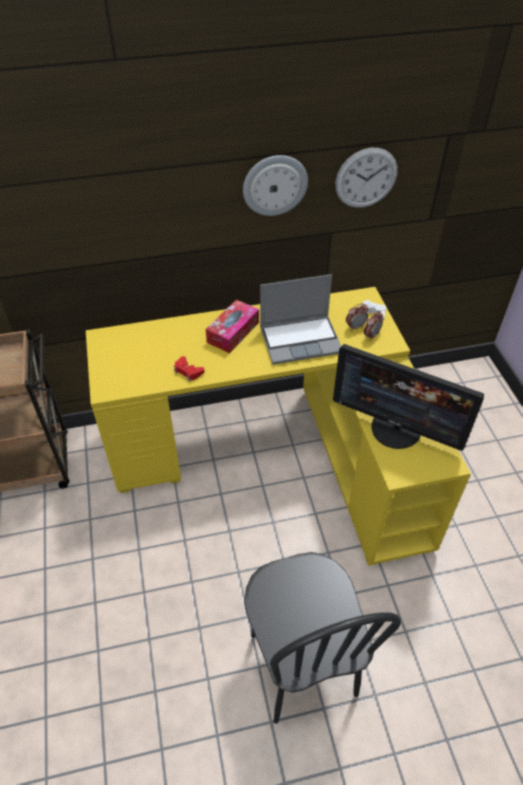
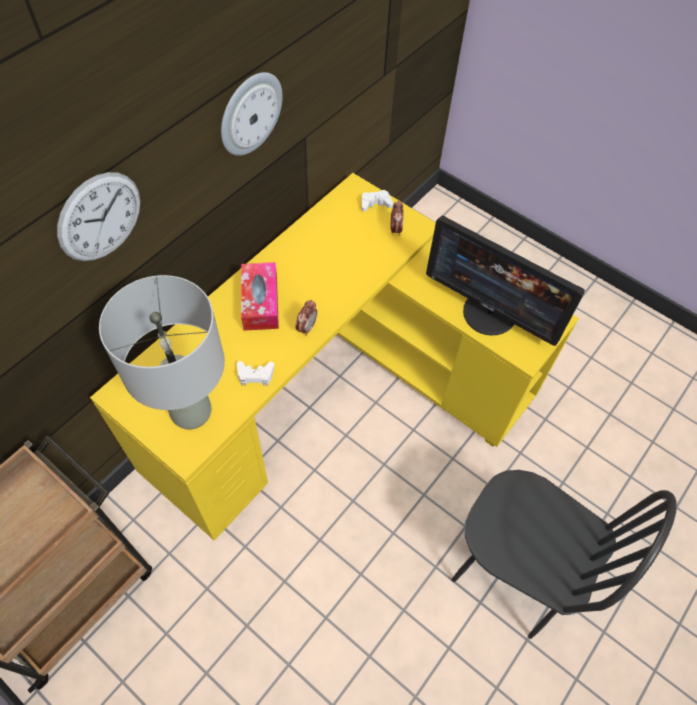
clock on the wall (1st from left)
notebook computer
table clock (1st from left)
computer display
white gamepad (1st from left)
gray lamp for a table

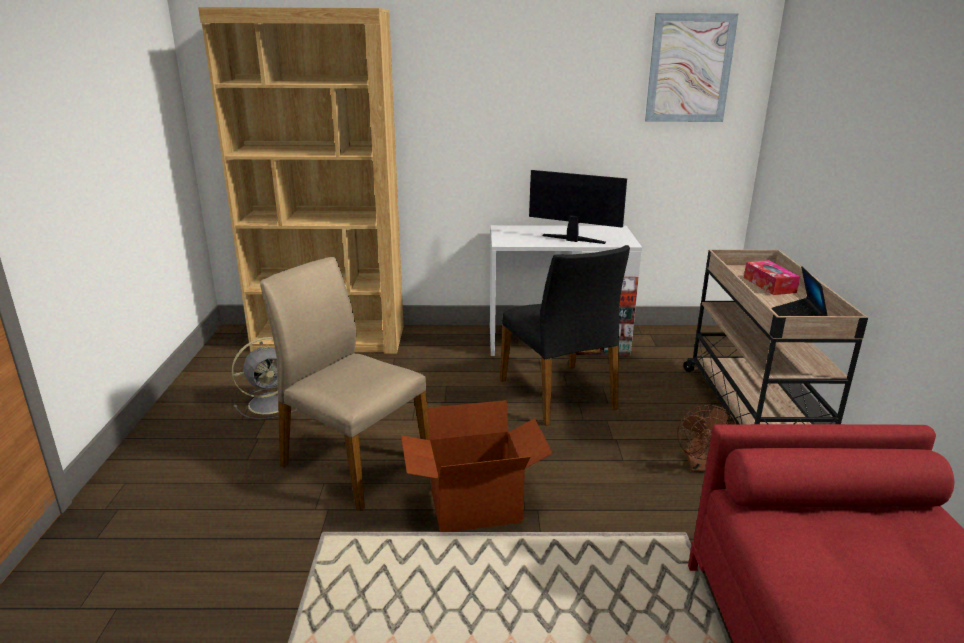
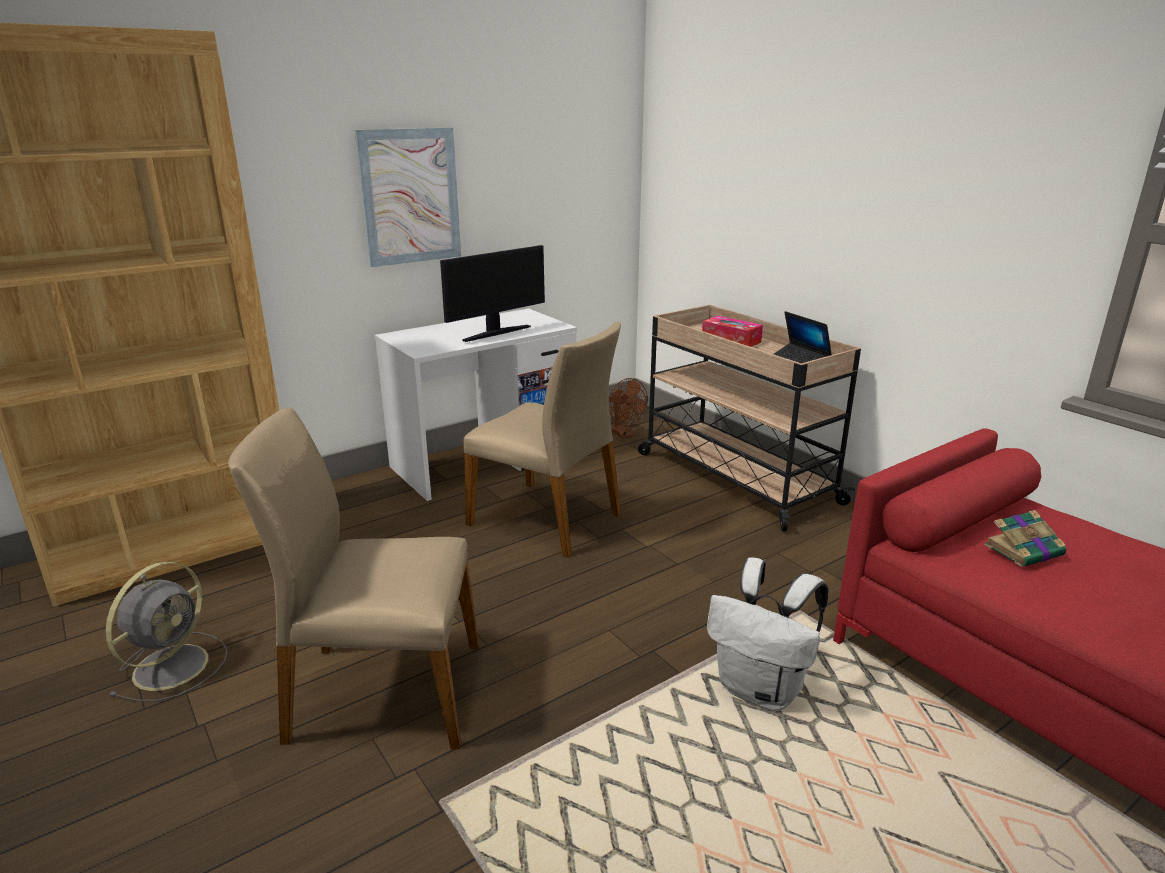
picture
computer display
sand-coloured plain chair (2nd from left)
cardboard box
brownish cooling fan
bound book
white backpack

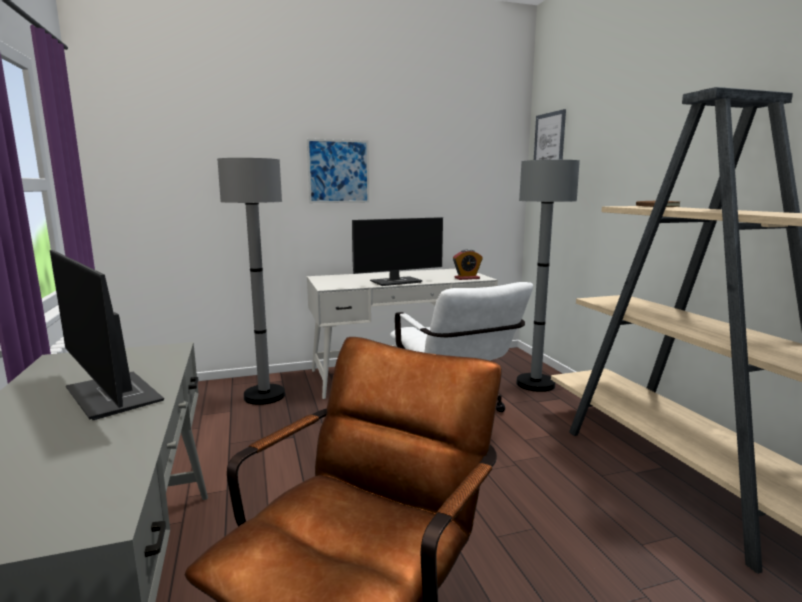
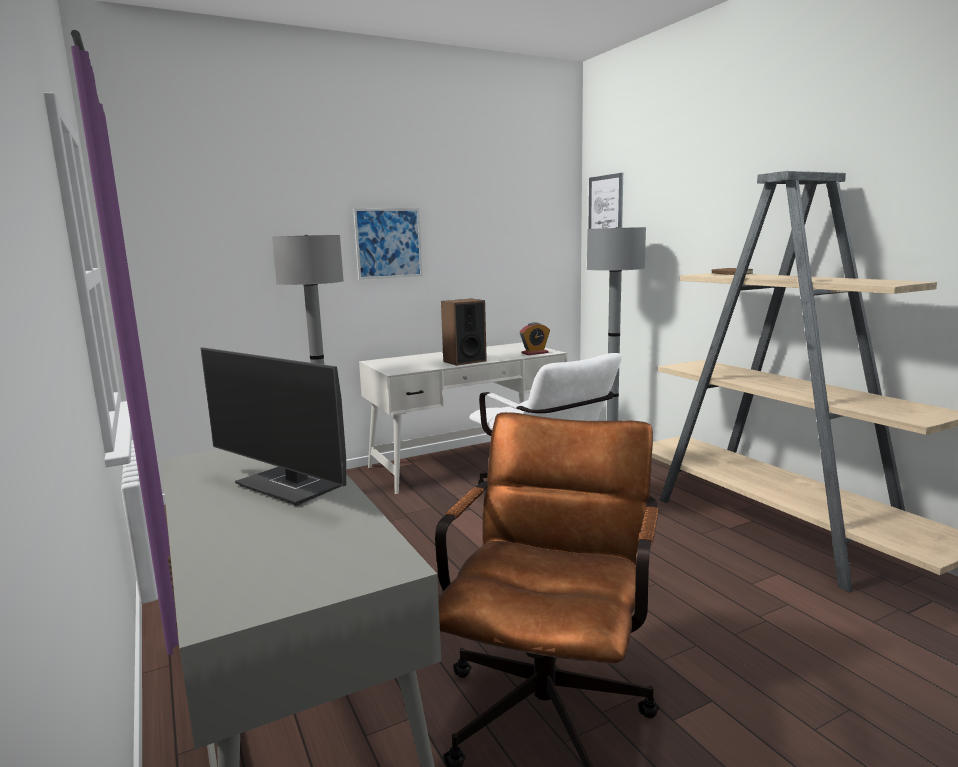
audio speaker

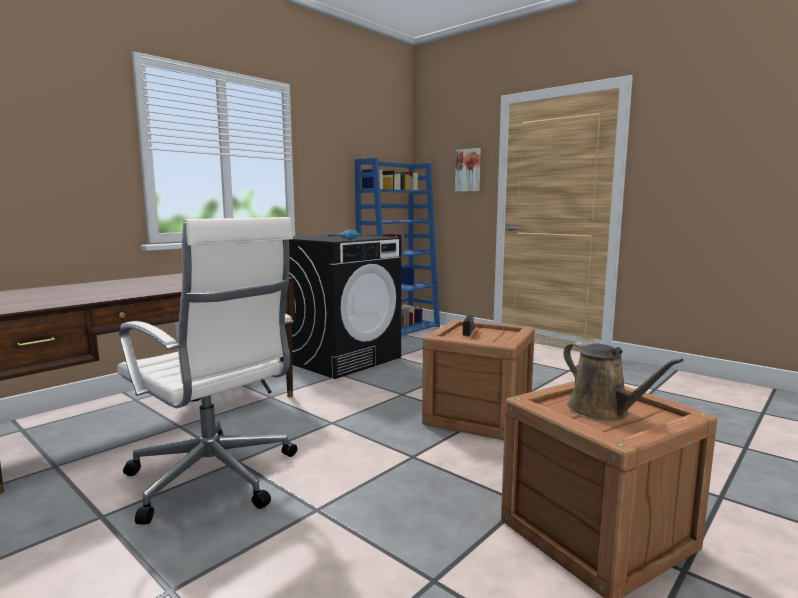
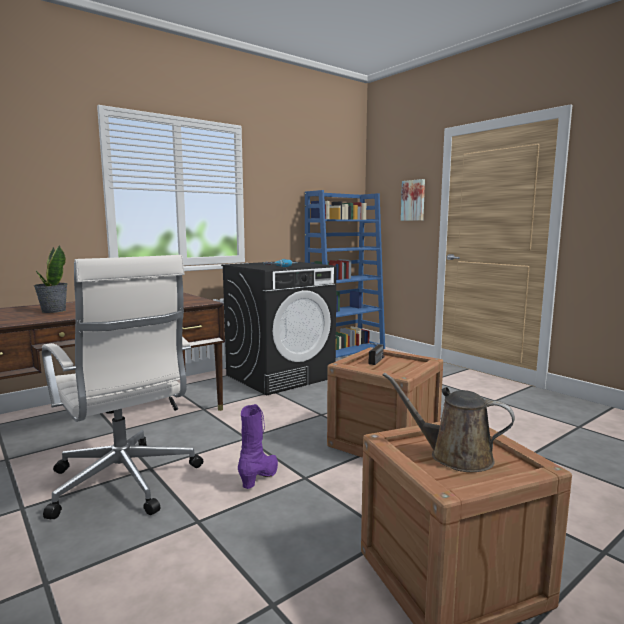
brownish watering can
houseplant
purple-coloured high-top boot

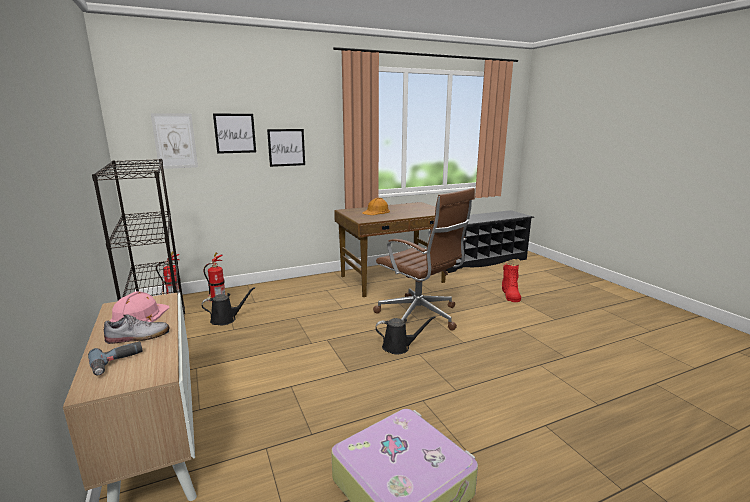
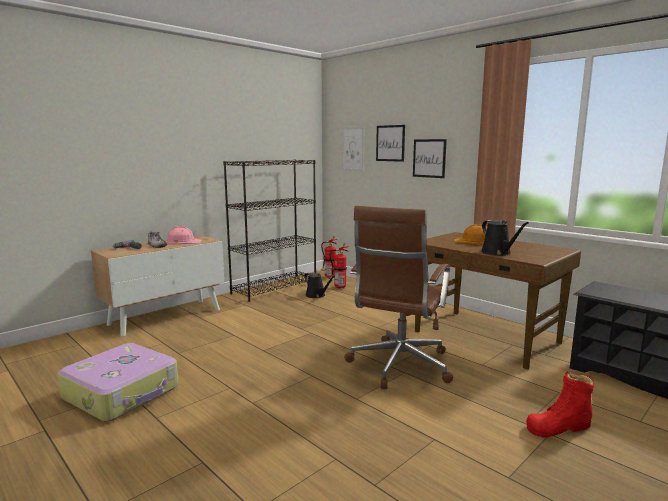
black-coloured watering can (2nd from left)

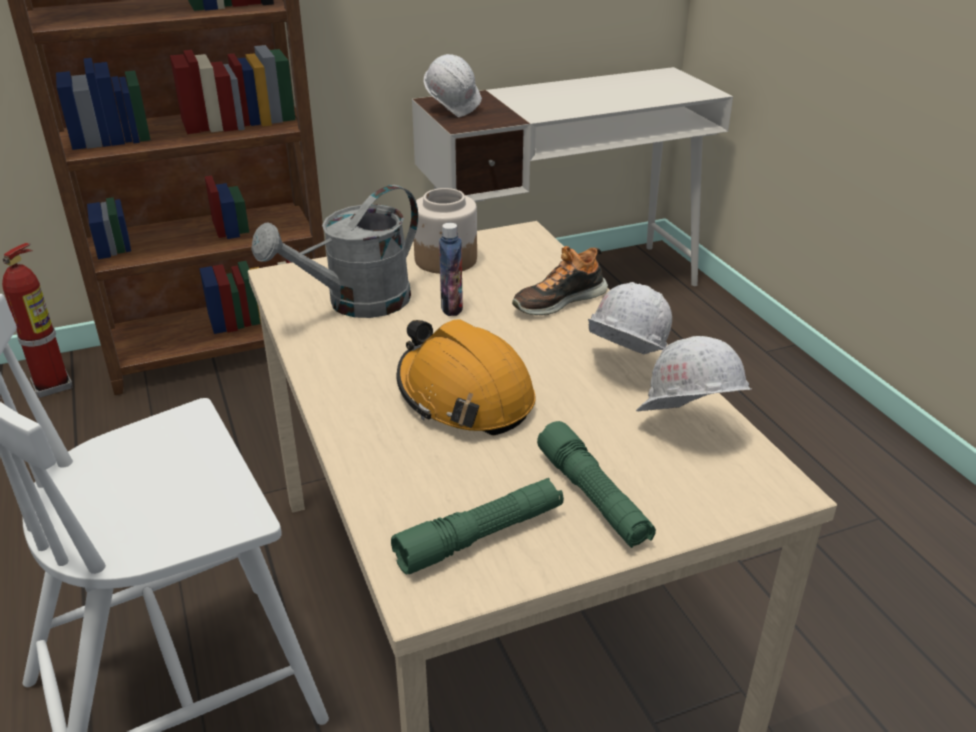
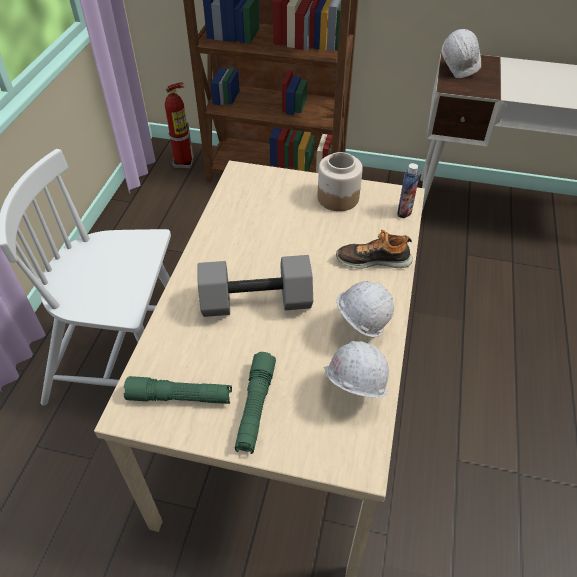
gray watering can
drink bottle
gray hand weight

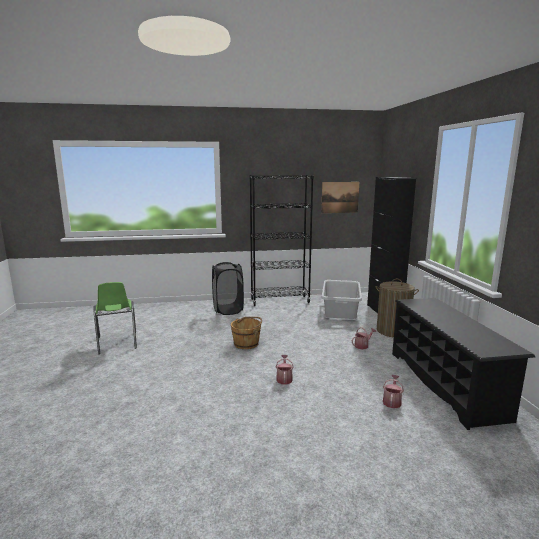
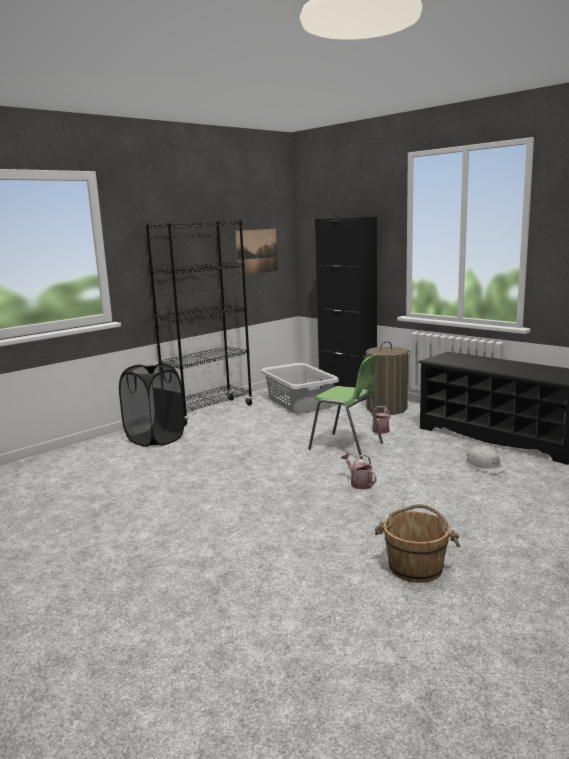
greenish plain chair
brownish bucket
white safety helmet

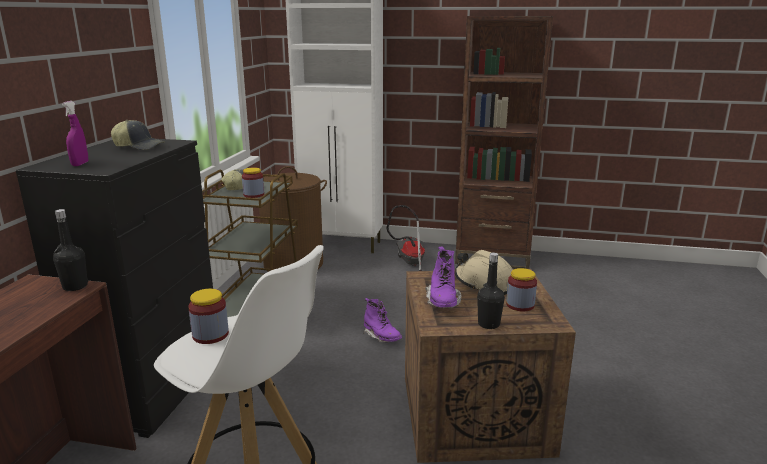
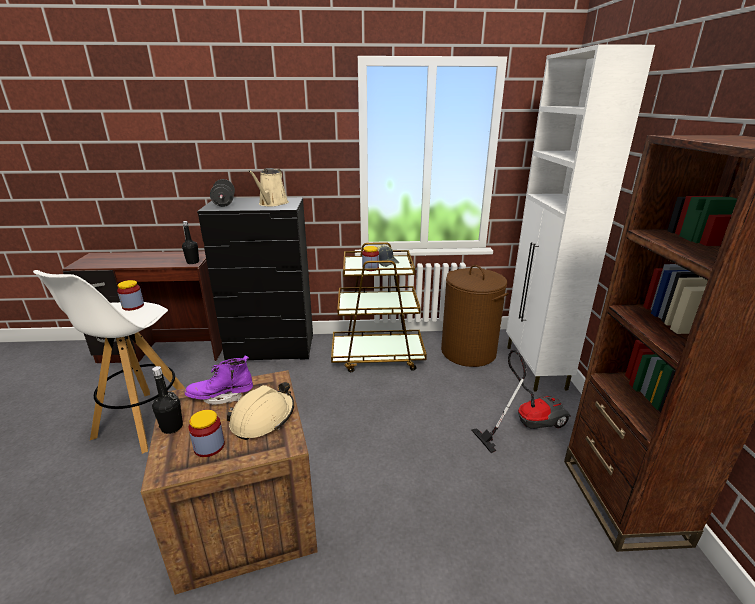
black-coloured hand weight
sand-coloured watering can
purple-coloured high-top boot (1st from left in the first image)

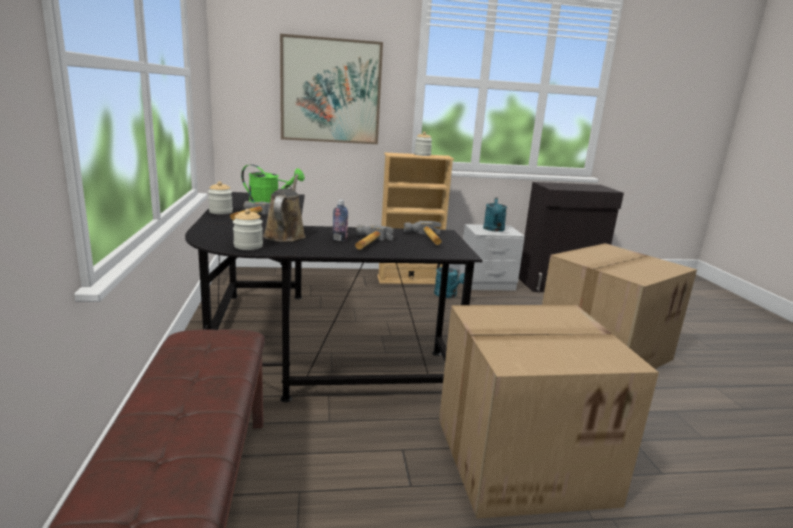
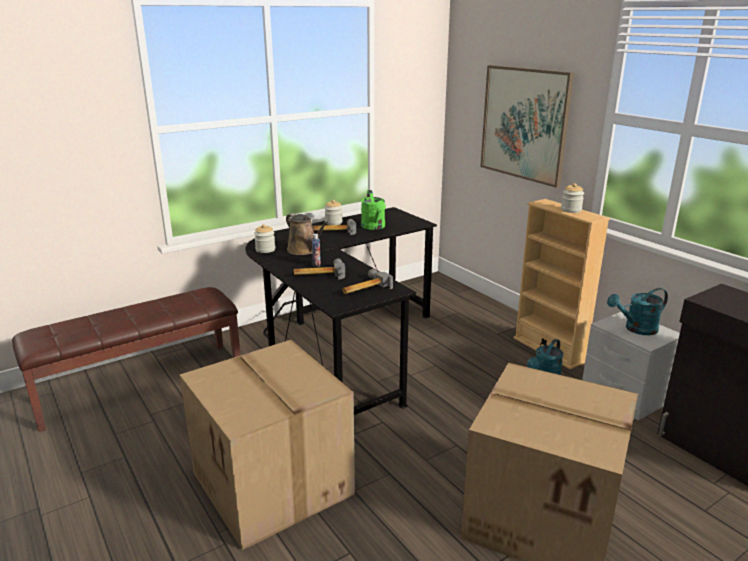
brownish watering can

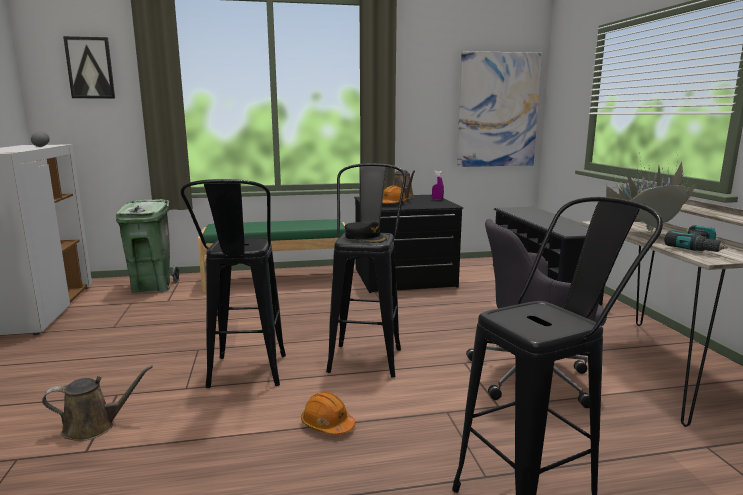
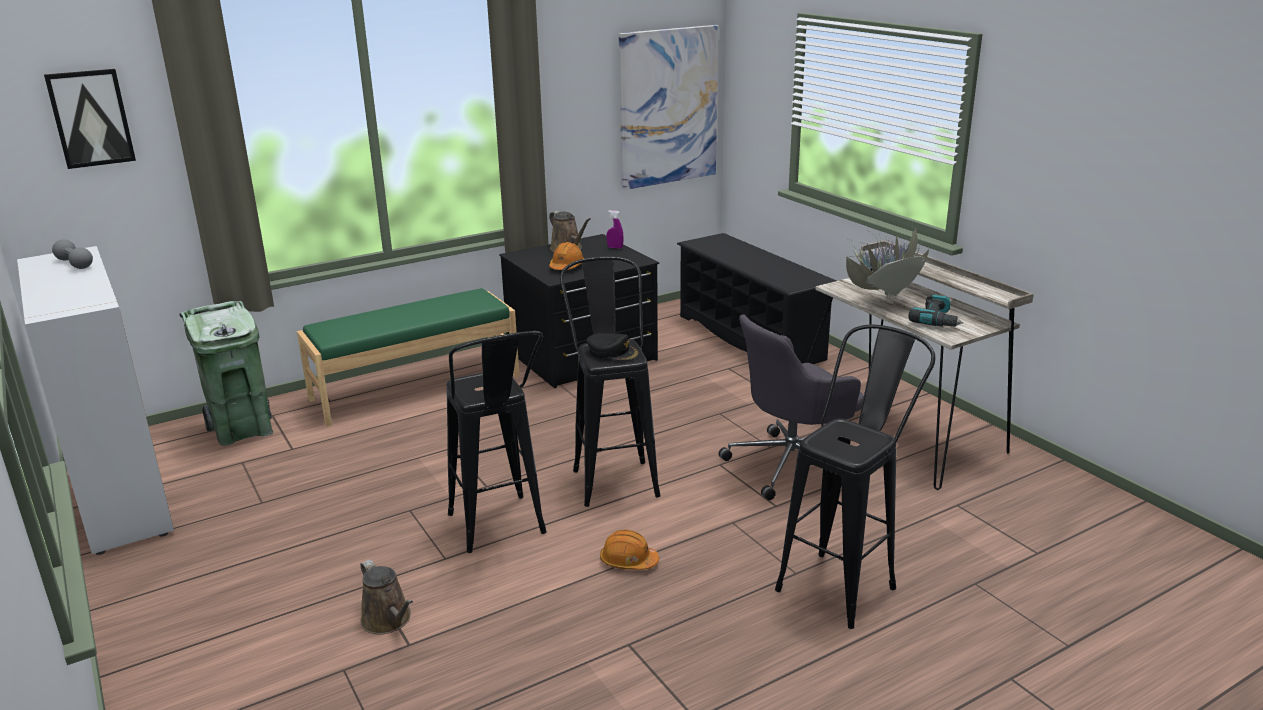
brownish watering can (1st from left)

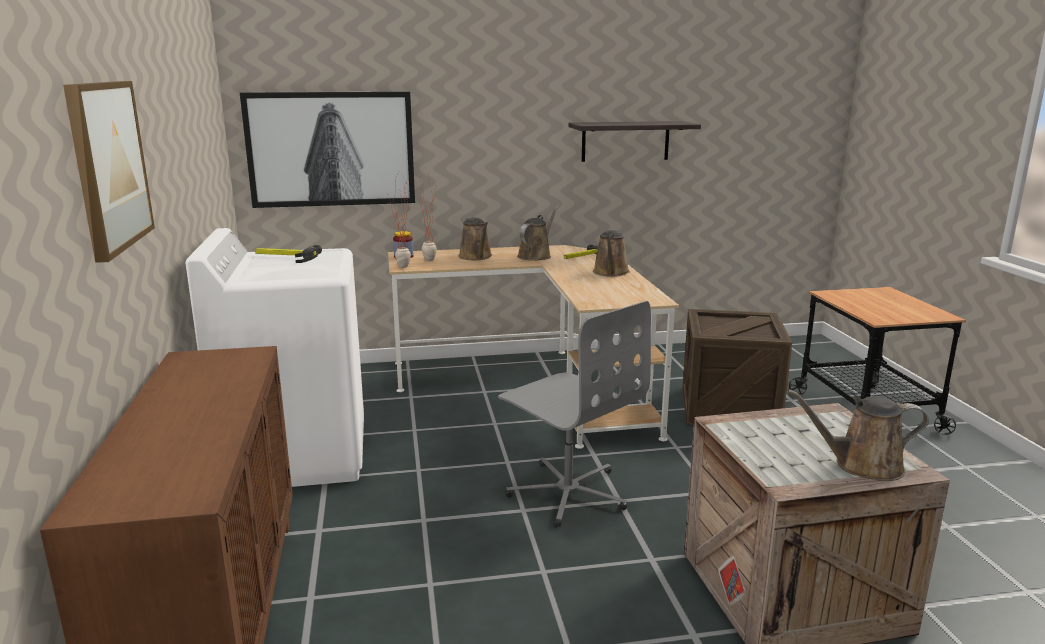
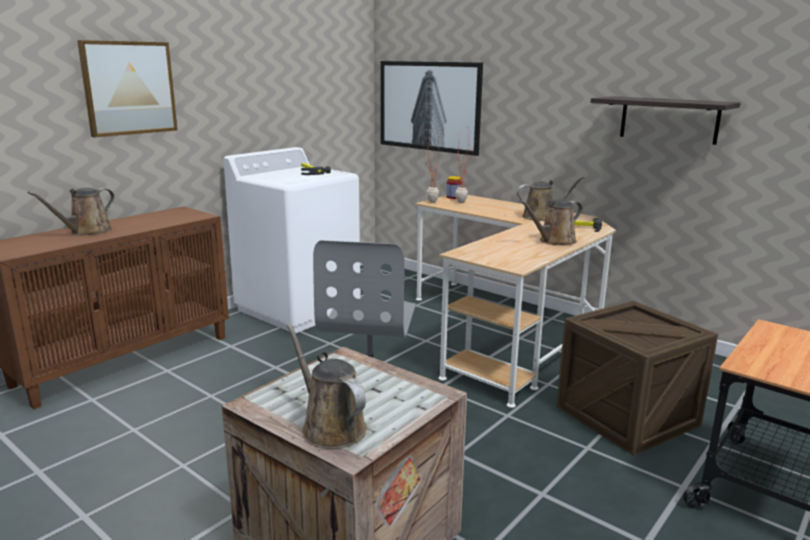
brownish watering can (1st from left)

